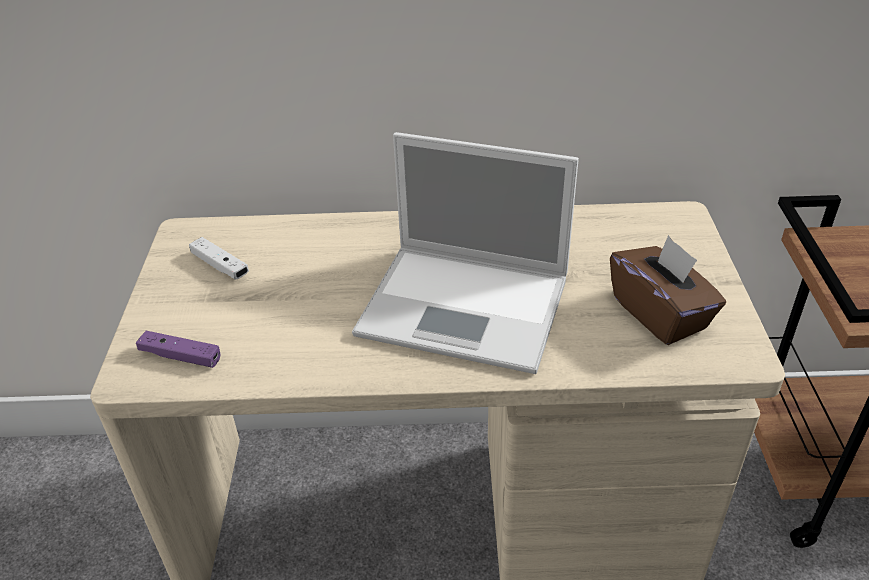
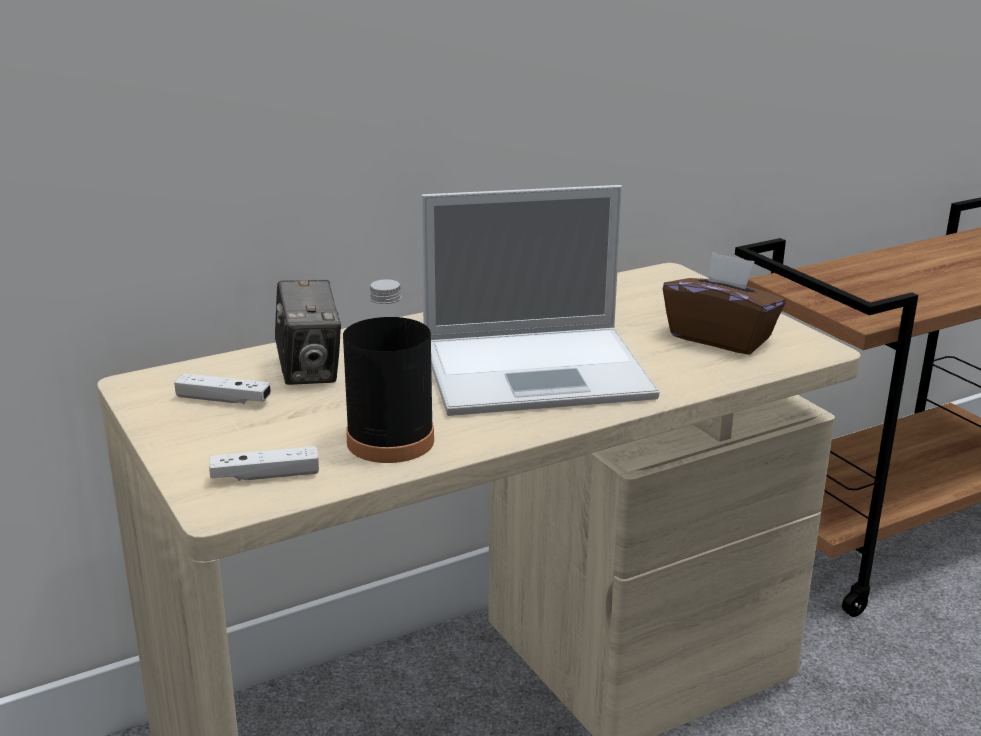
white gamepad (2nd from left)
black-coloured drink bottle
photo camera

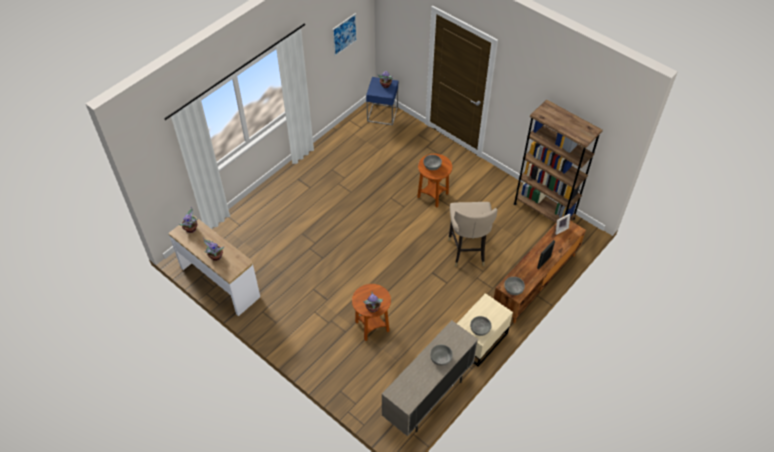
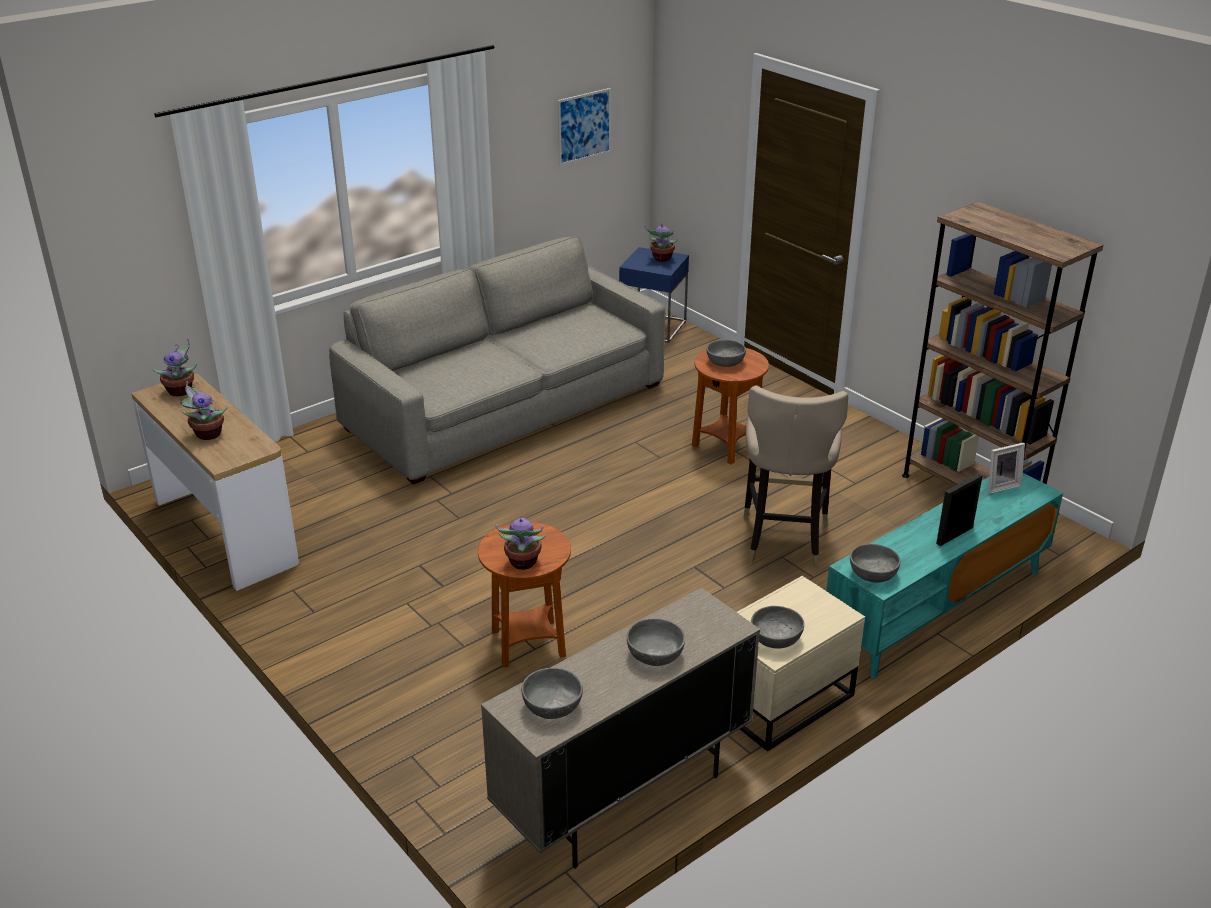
blue-green tv stand
gray settee
gray bowl (1st from left)

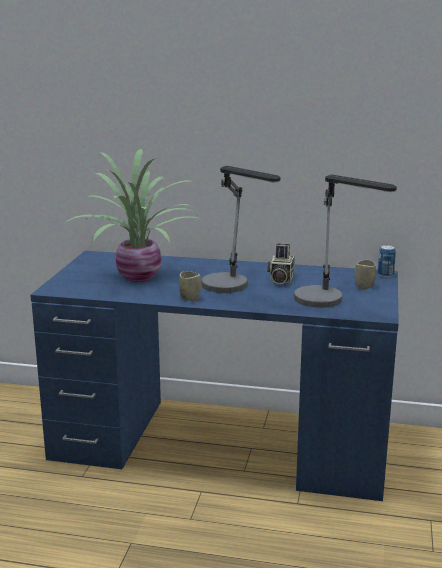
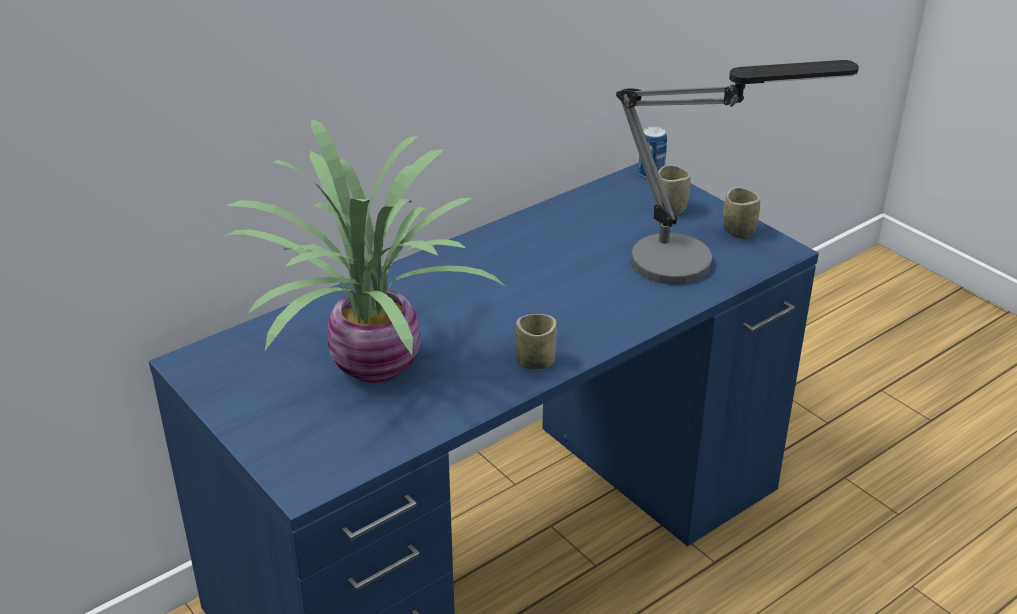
lamp for a table (1st from left in the first image)
photo camera
cup (3rd from left)

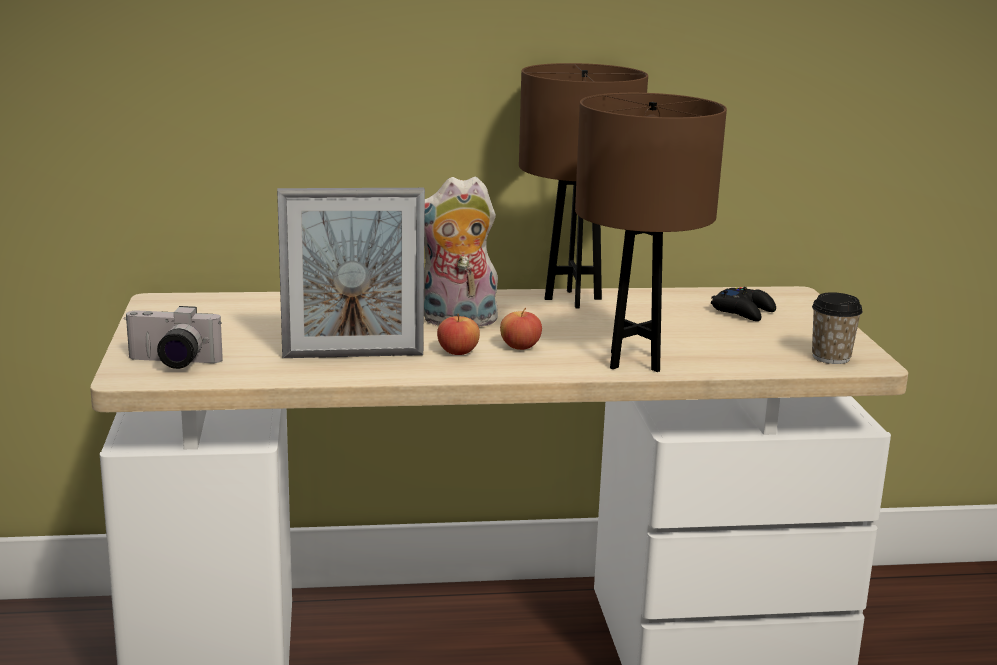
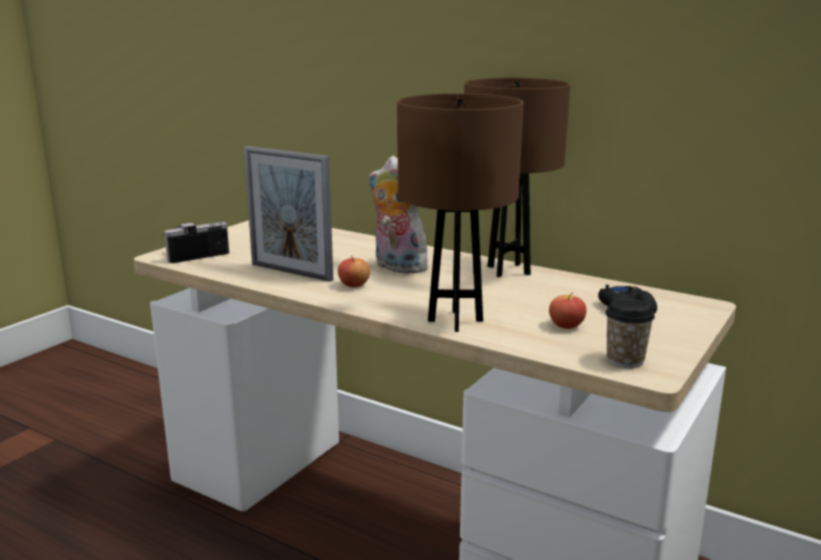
photo camera
apple fruit (2nd from left)

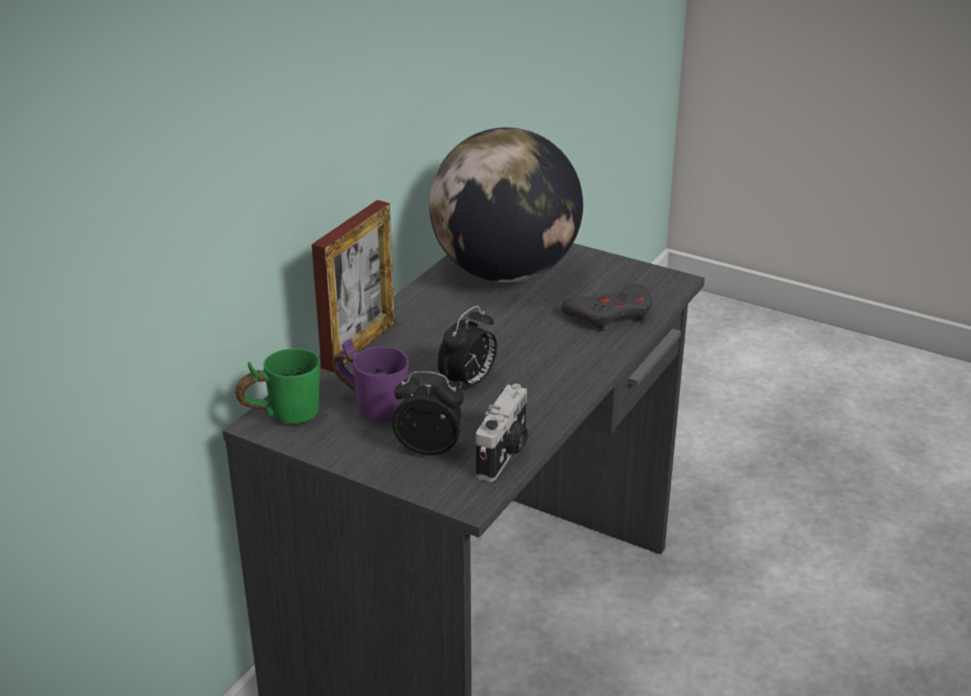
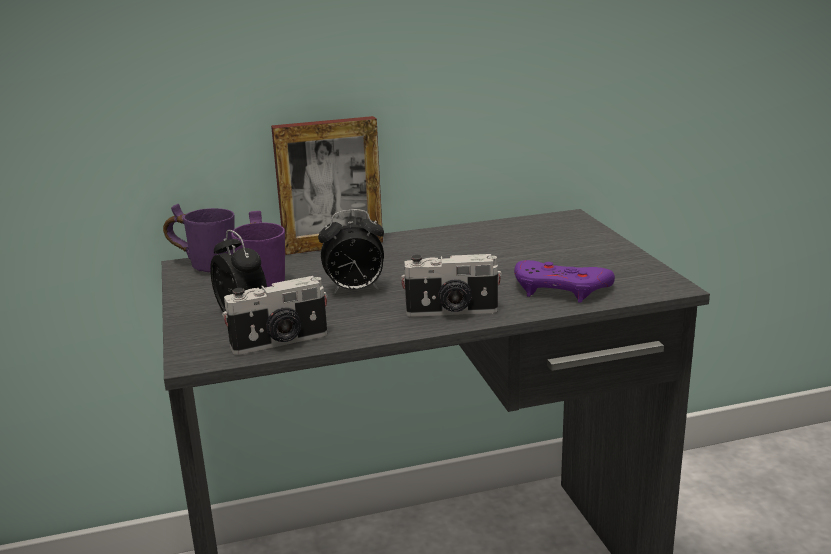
desk globe
purple-coloured gamepad
purple-coloured mug (1st from left)
photo camera (2nd from left)

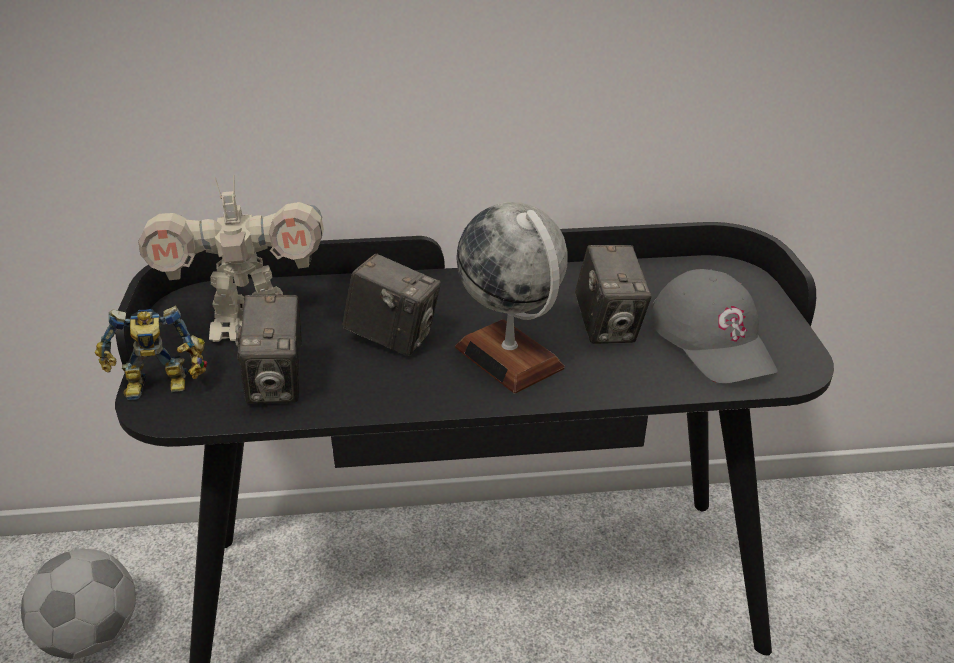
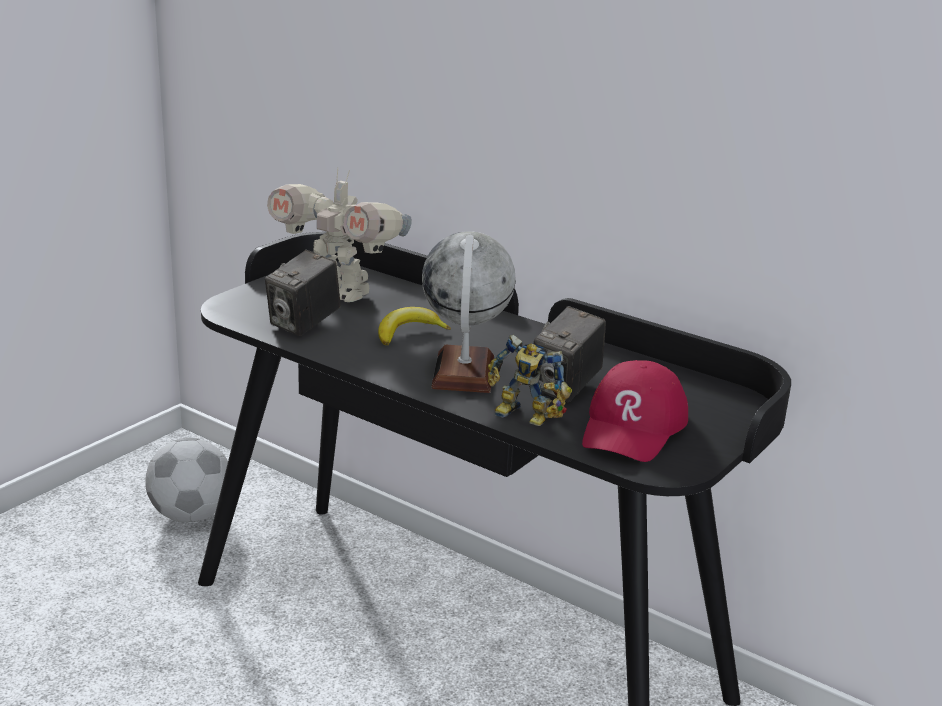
whole banana
red peaked cap
model robot (2nd from left)

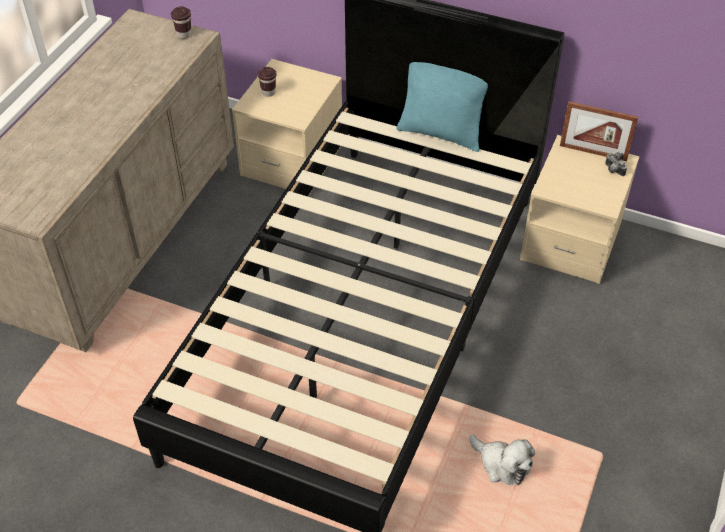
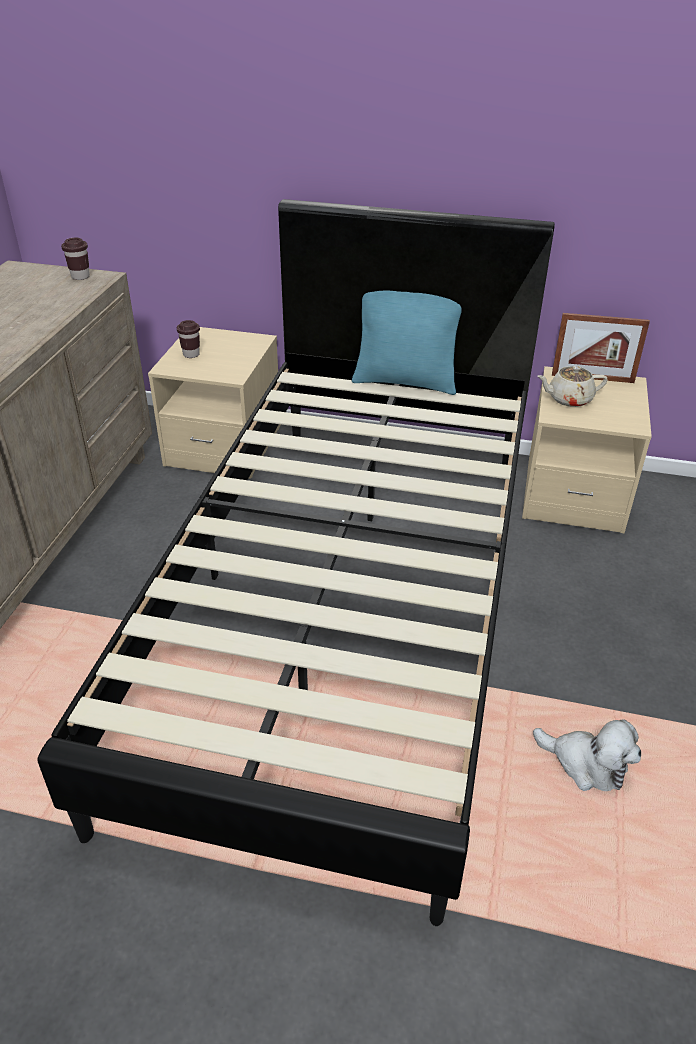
photo camera
sand-coloured teapot

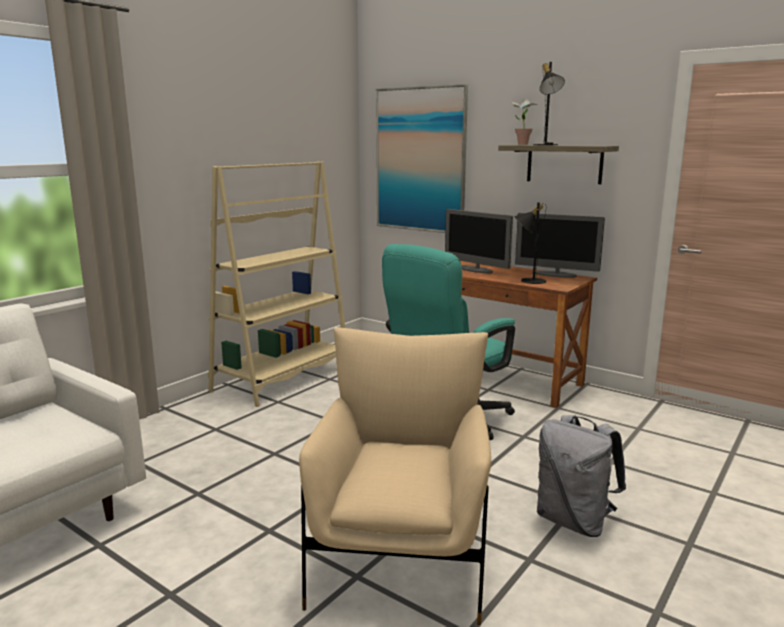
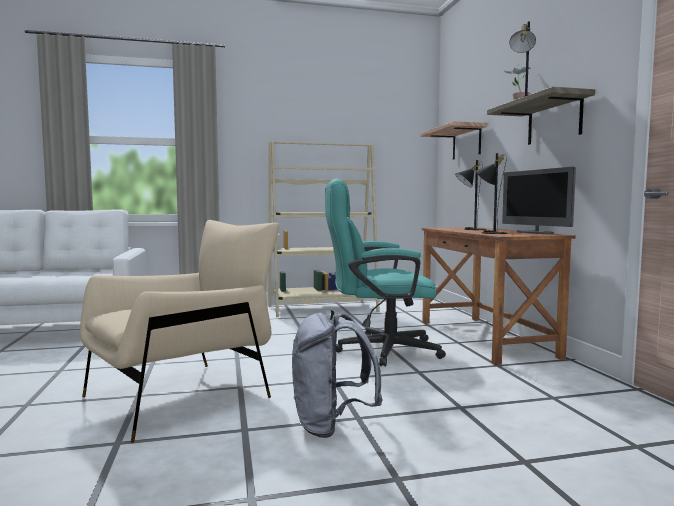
shelf (1st from left)
black-coloured lamp for a table (1st from left)

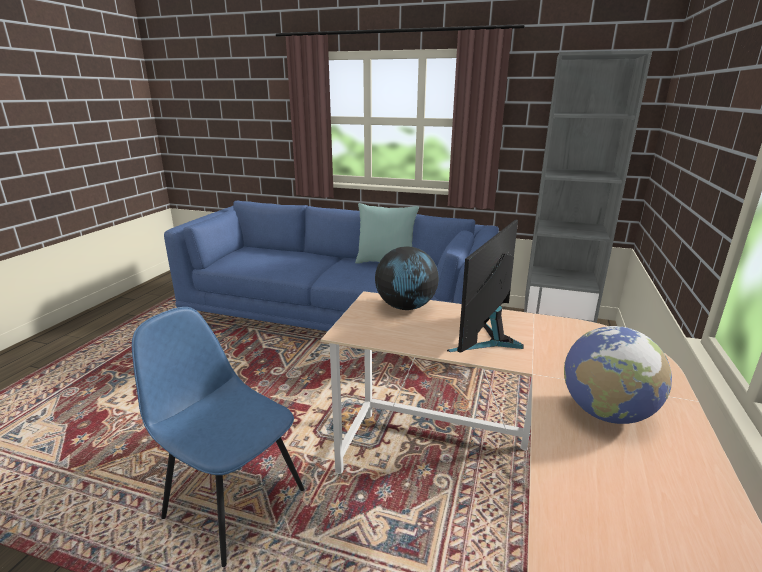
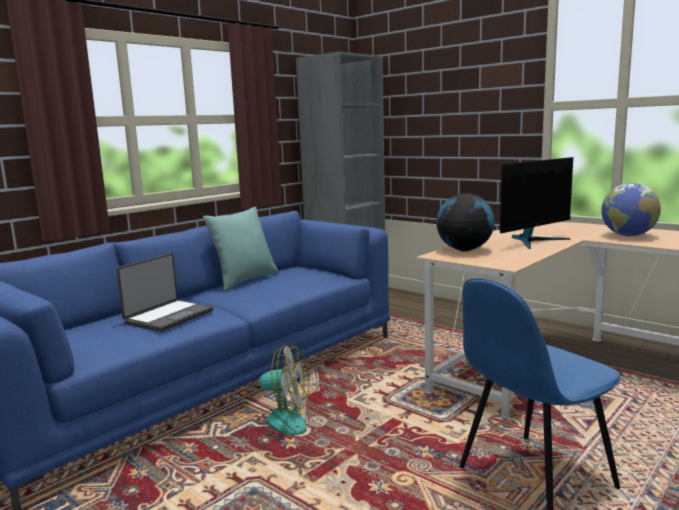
computer display
notebook computer
cooling fan

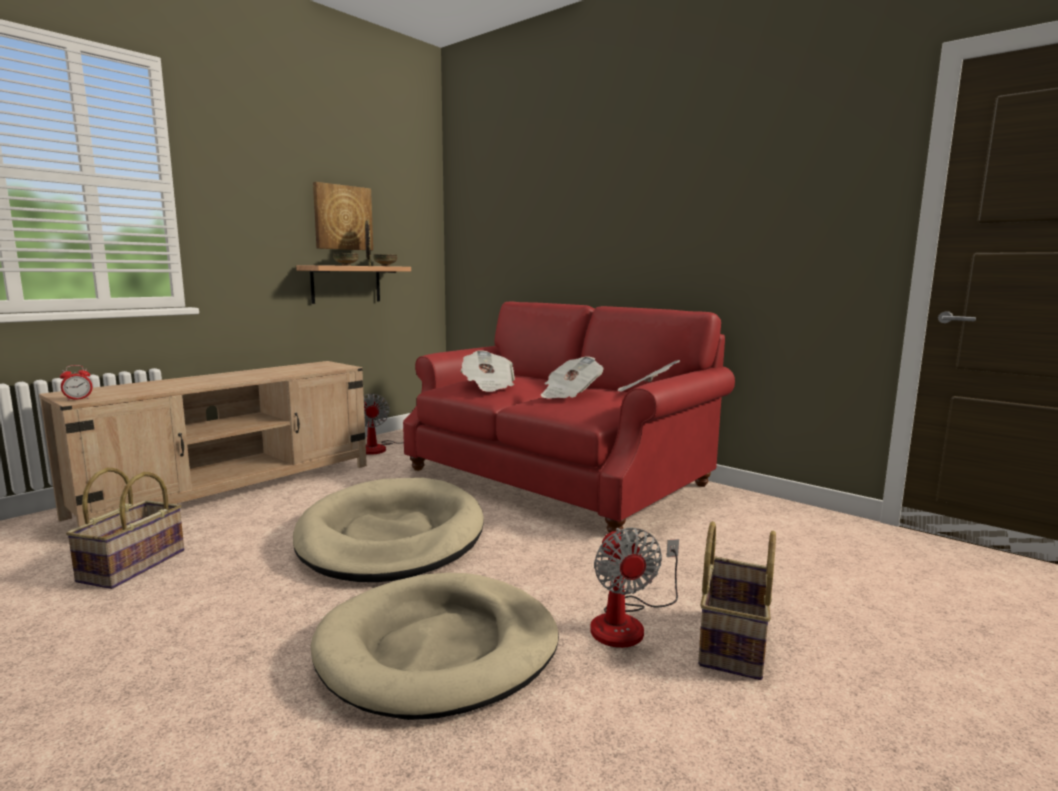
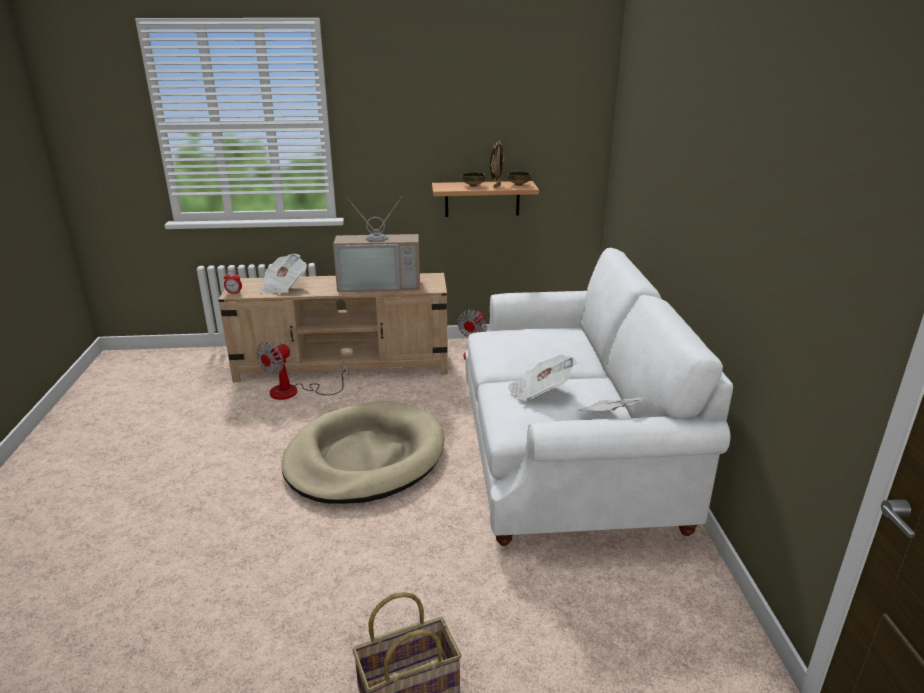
picture
white settee
daily paper (1st from left)
storage basket (1st from left in the first image)
cooling fan (1st from left)
sand-coloured dog bed (2nd from left in the first image)
TV set

